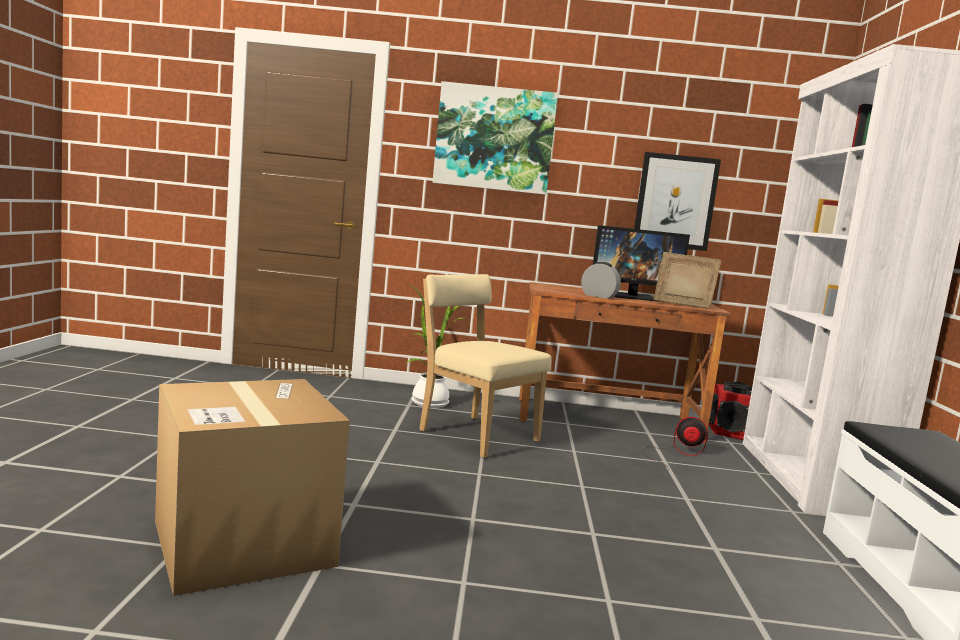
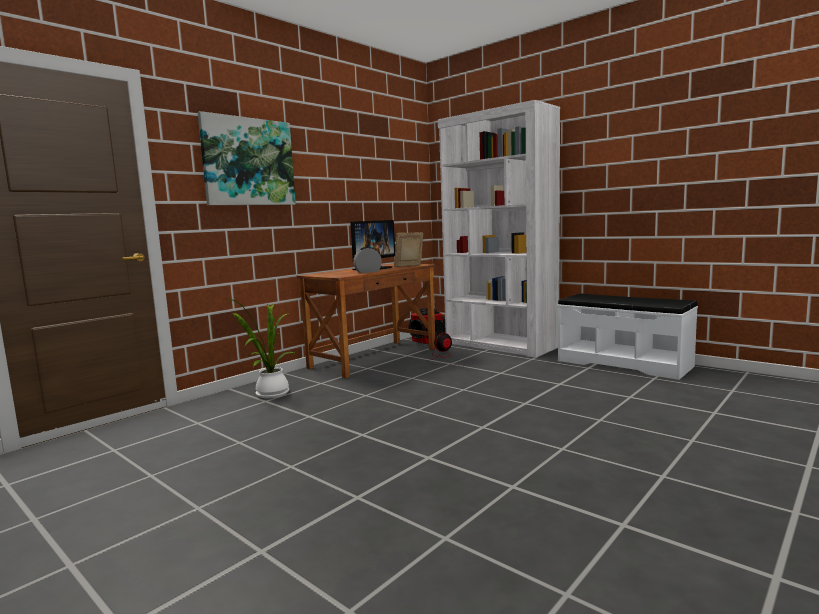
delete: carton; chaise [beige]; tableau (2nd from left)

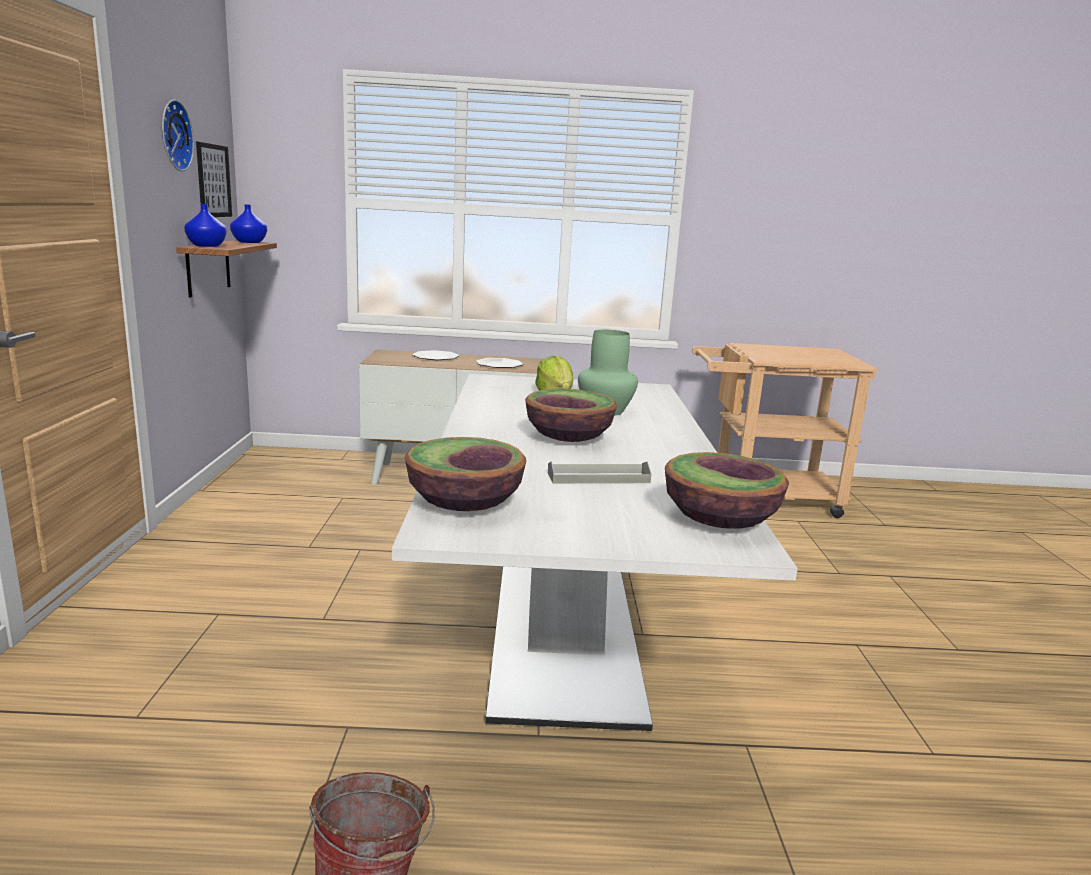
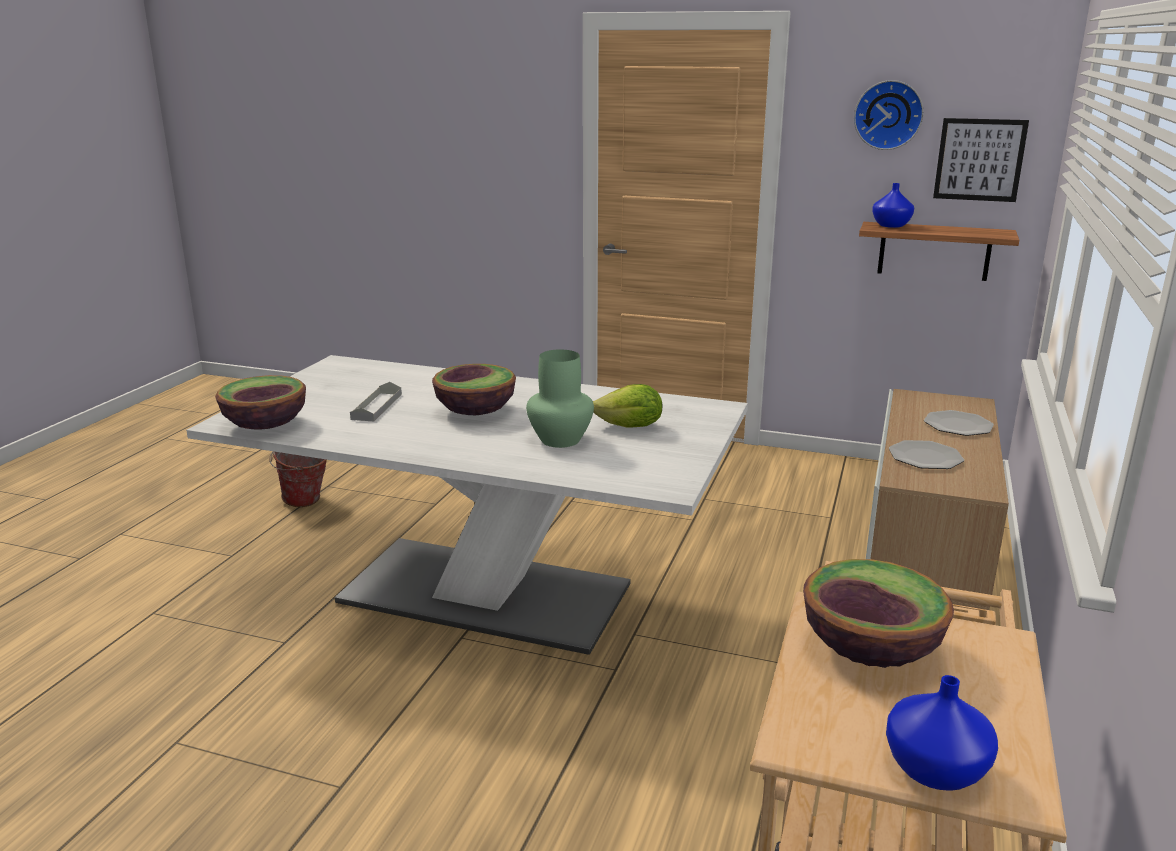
move: vase [bleu] (2nd from left); bol (1st from left in the first image) to bol (3rd from left)

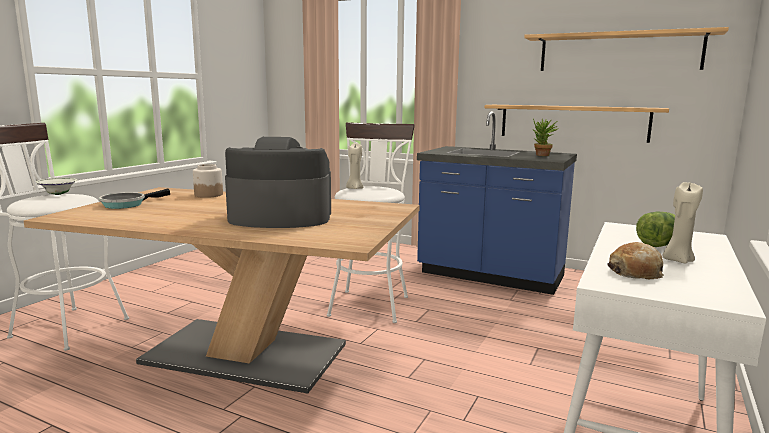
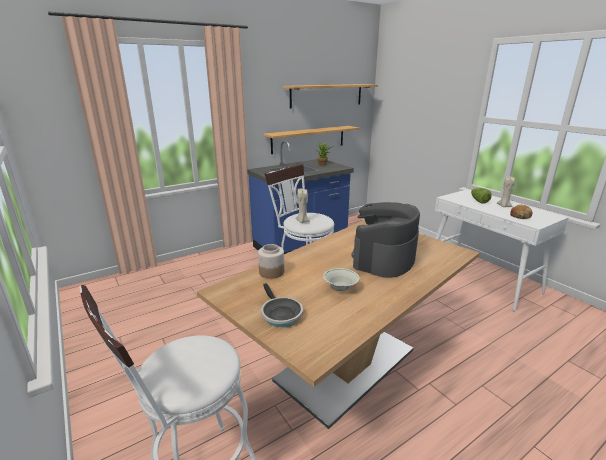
move: bol [blanc]

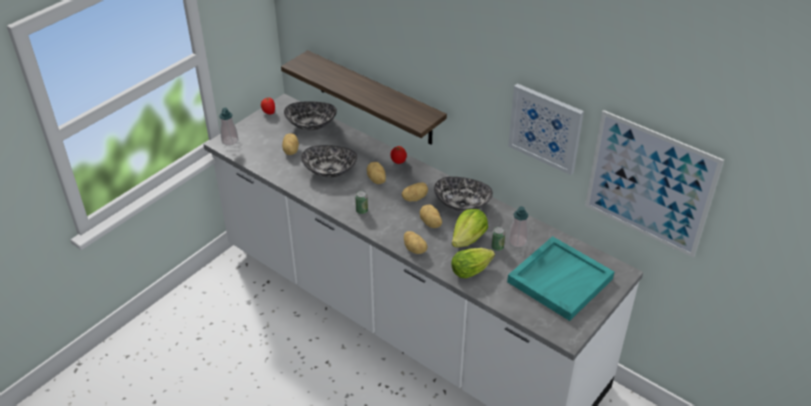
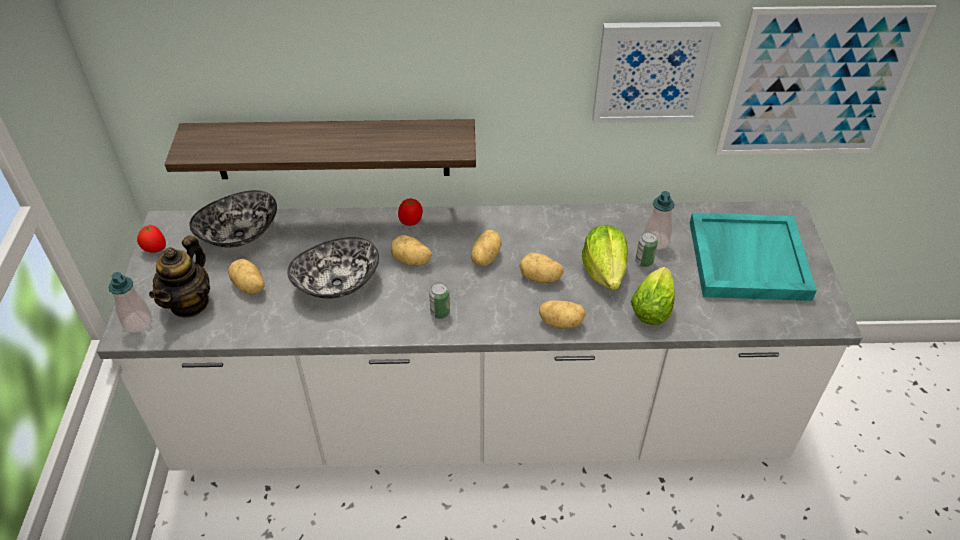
delete: bol (3rd from left)
insert: théière

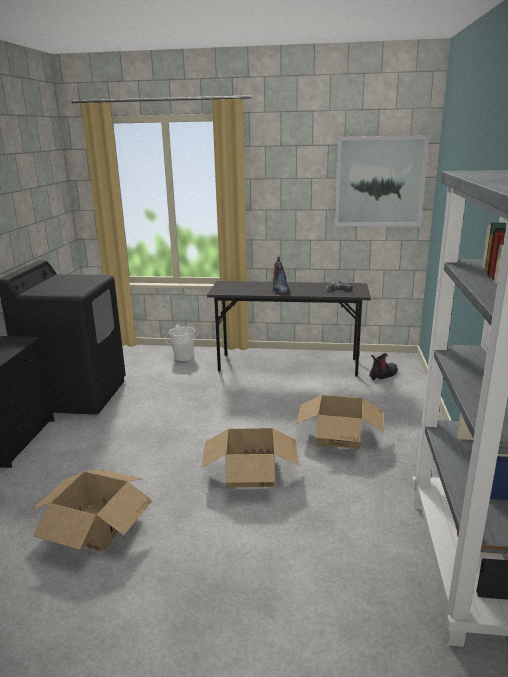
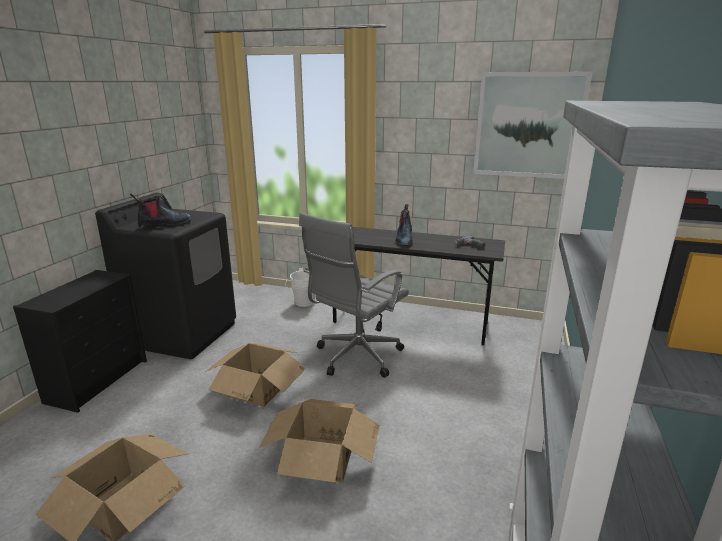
insert: chaise de bureau [gris]
move: carton (3rd from left in the first image) to carton (2nd from left); botte (2nd from left in the first image) to botte (1st from left)

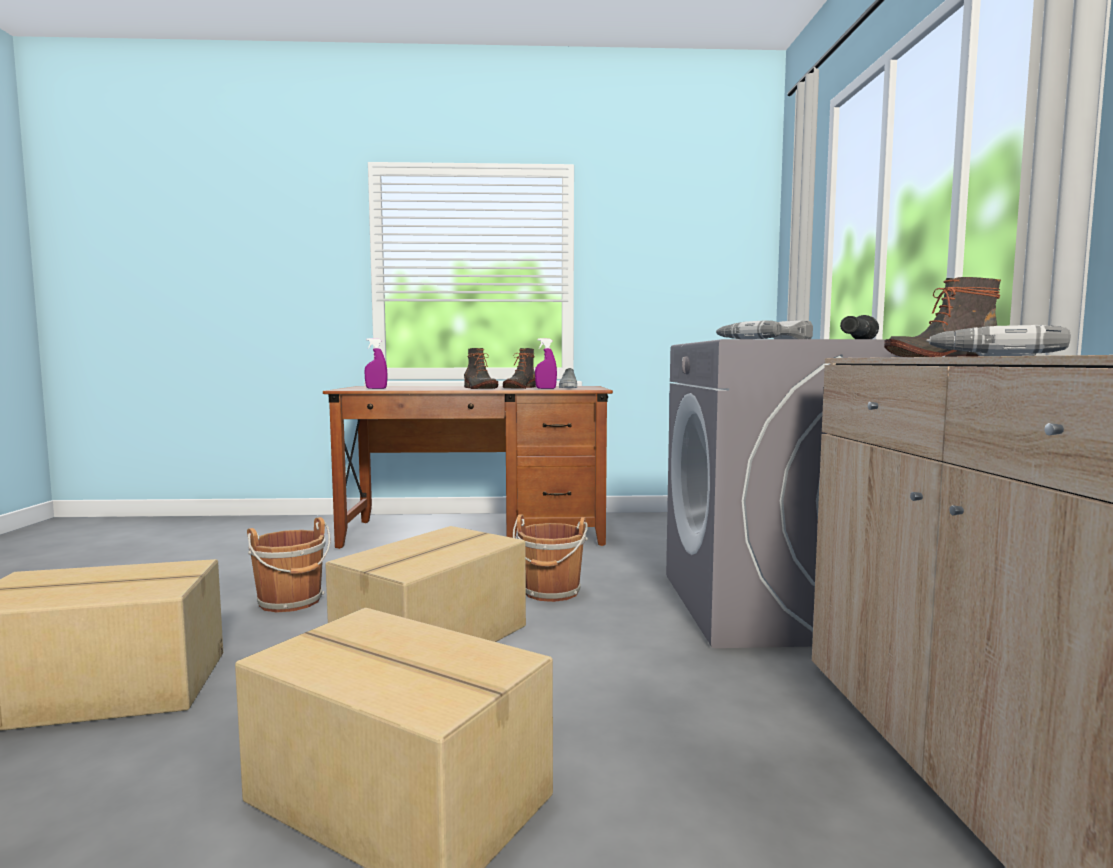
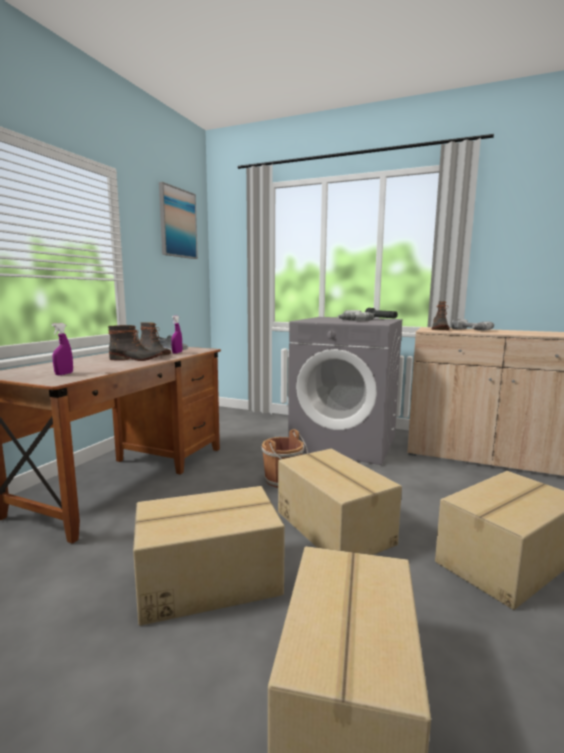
insert: tableau
replace: seau [marron] (1st from left) to carton (1st from left)

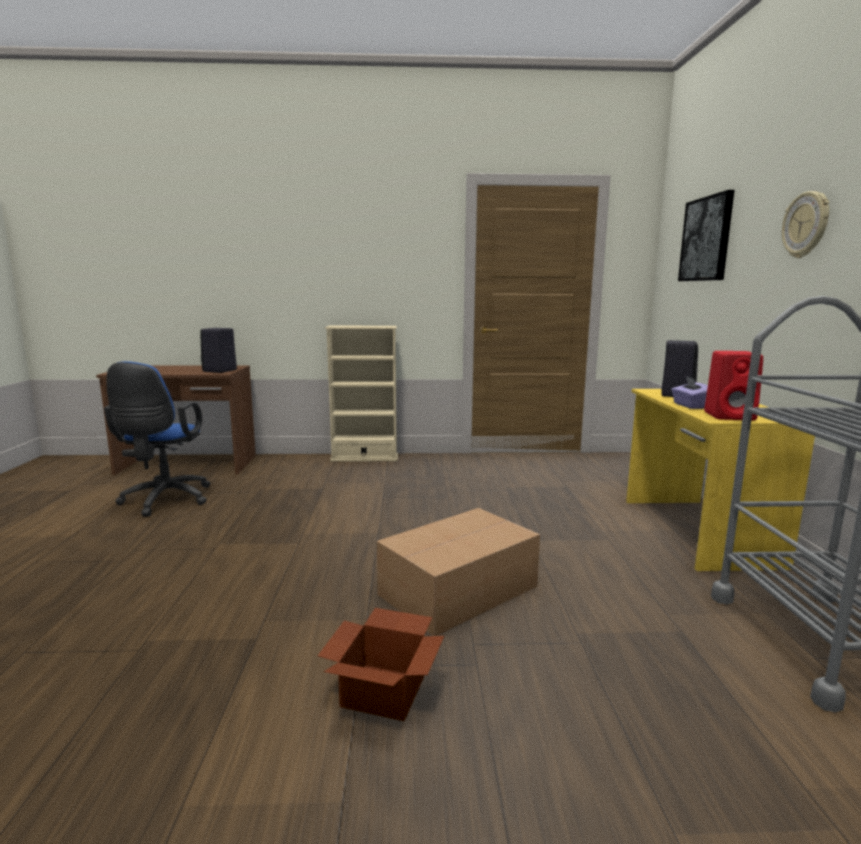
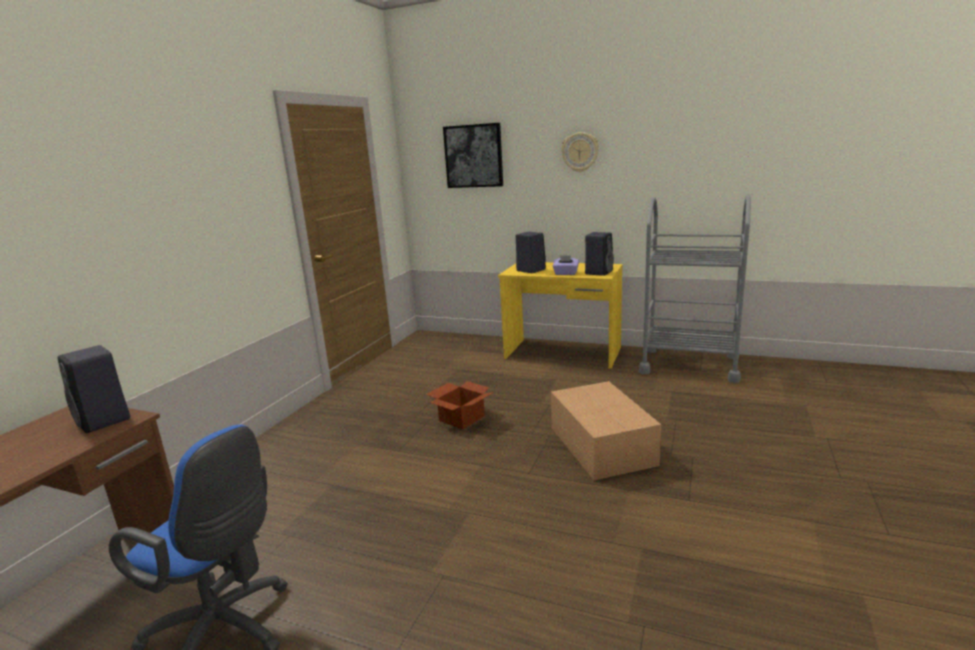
delete: bibliothèque [beige]
move: carton (1st from left)
recolor: enceinte [rouge] to enceinte [noir] (3rd from left)

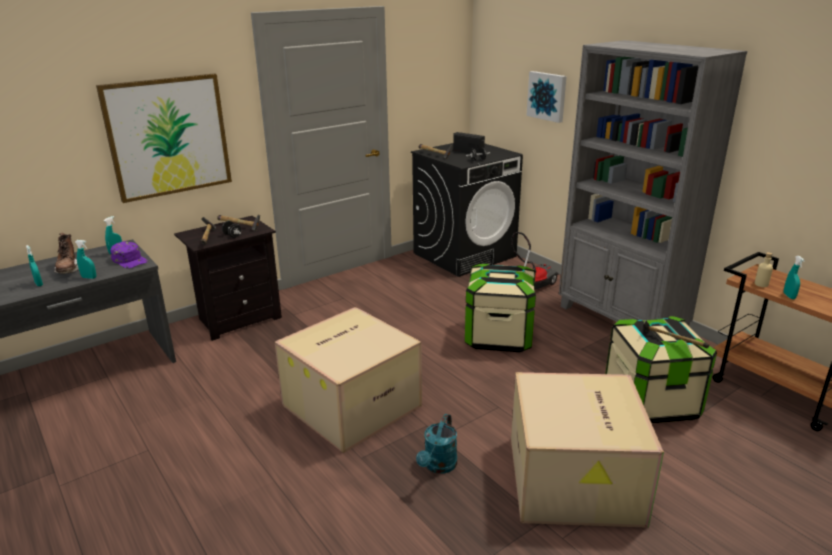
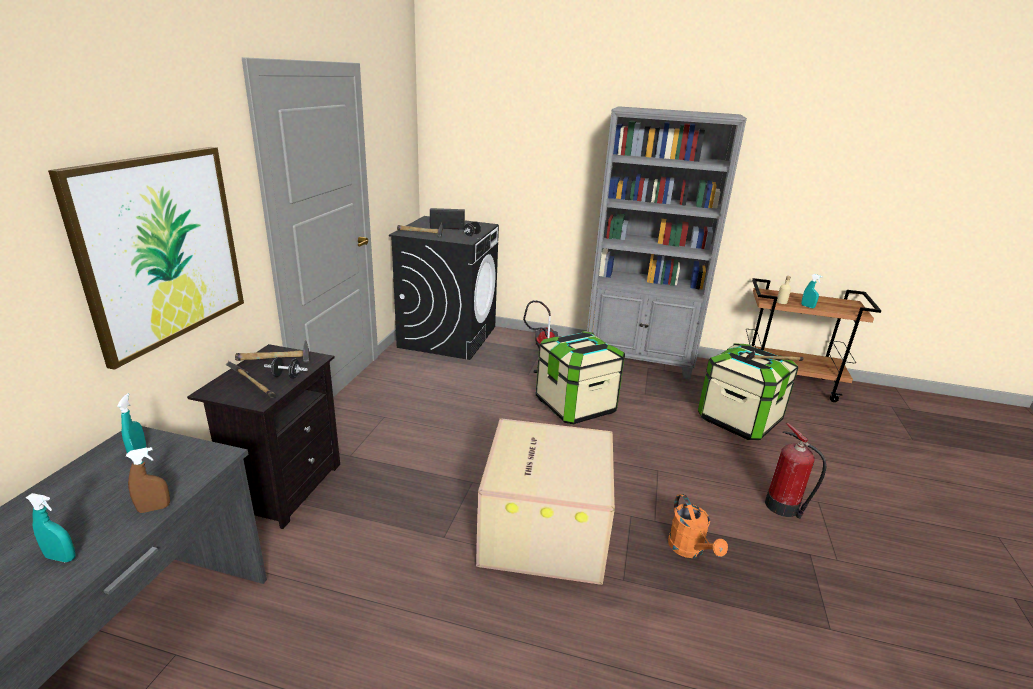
delete: botte [marron]; casquette [violet]; tableau (2nd from left)
replace: carton (2nd from left) to extincteur
recolor: vaporisateur [turquoise] (2nd from left) to vaporisateur [marron]; arrosoir [turquoise] to arrosoir [orange]

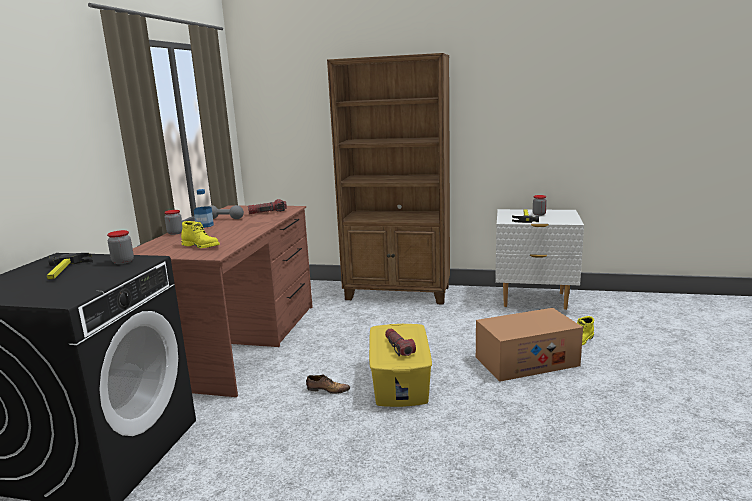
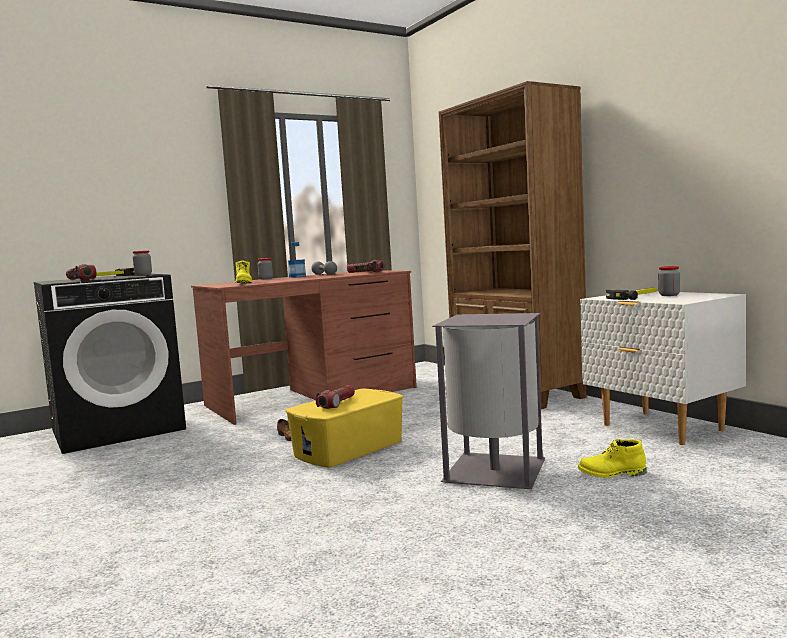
insert: lampe de poche (1st from left)
replace: carton to poubelle [gris]

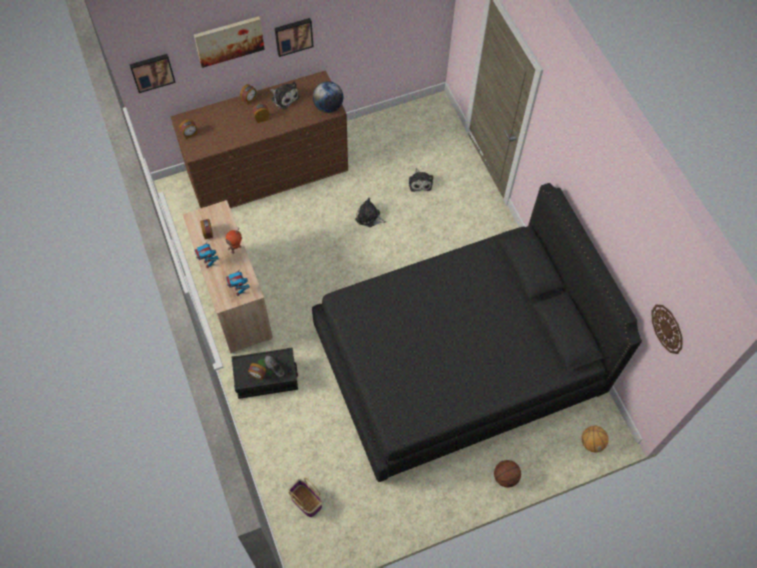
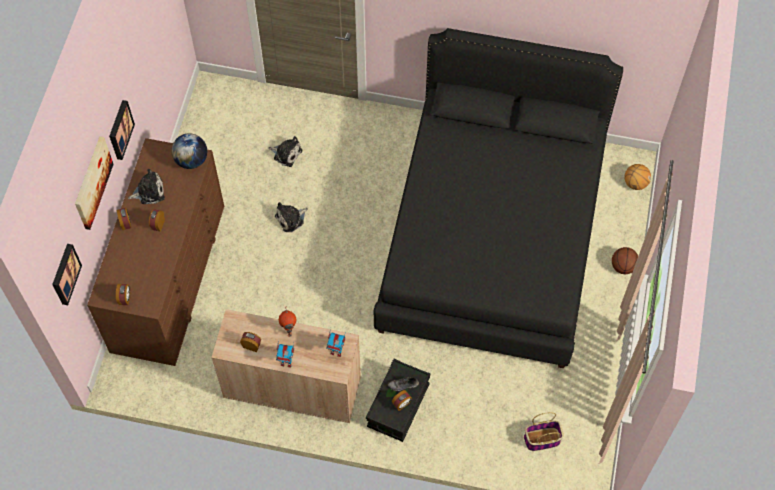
delete: horloge murale

